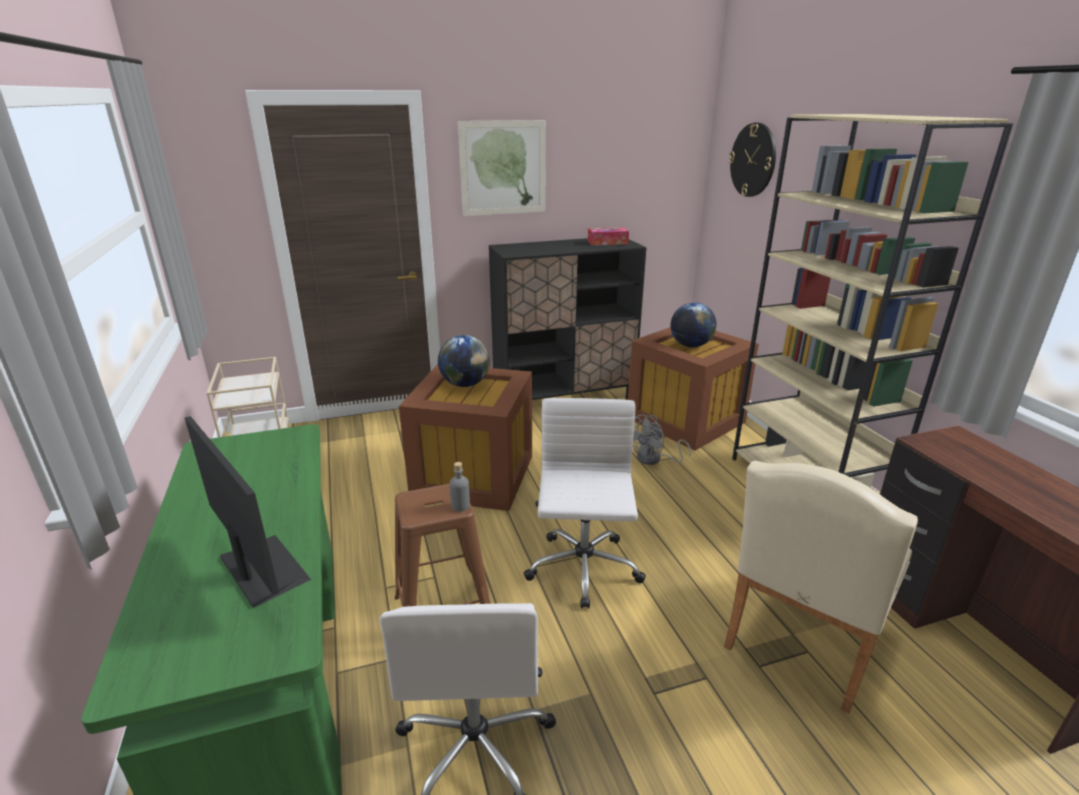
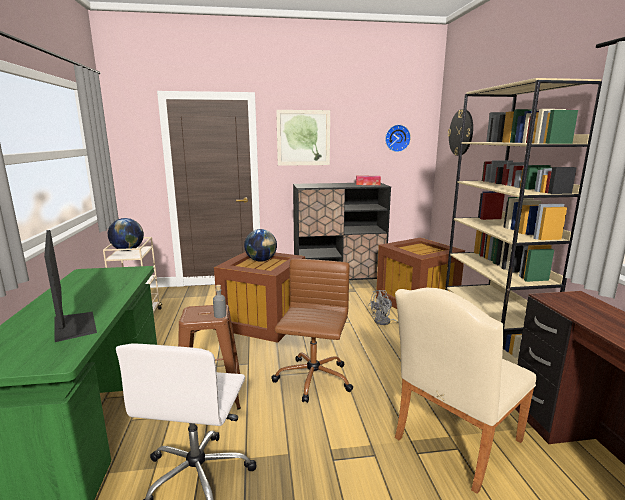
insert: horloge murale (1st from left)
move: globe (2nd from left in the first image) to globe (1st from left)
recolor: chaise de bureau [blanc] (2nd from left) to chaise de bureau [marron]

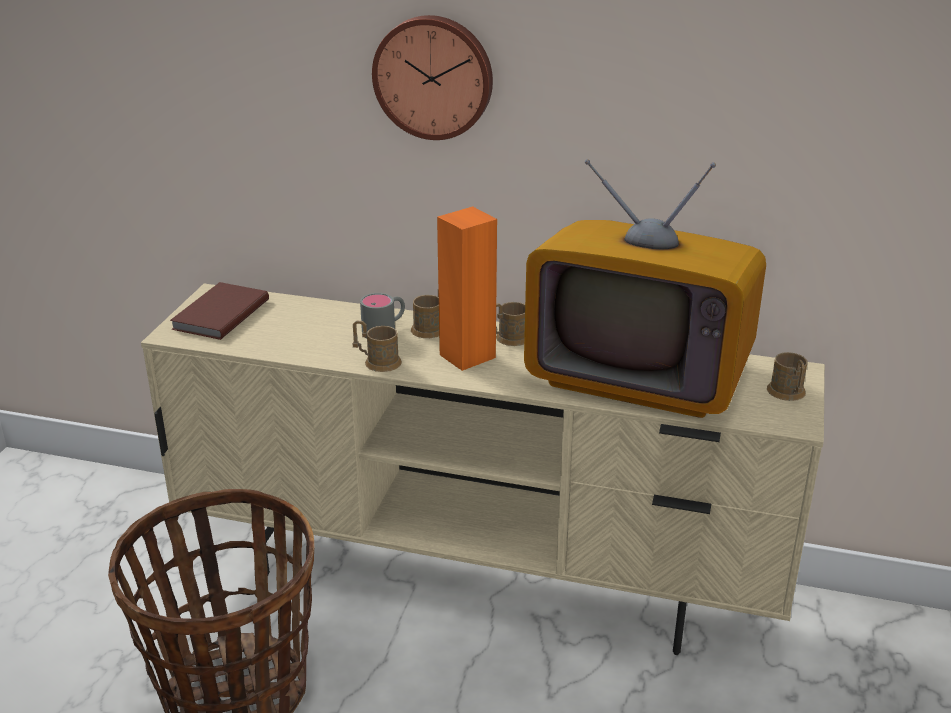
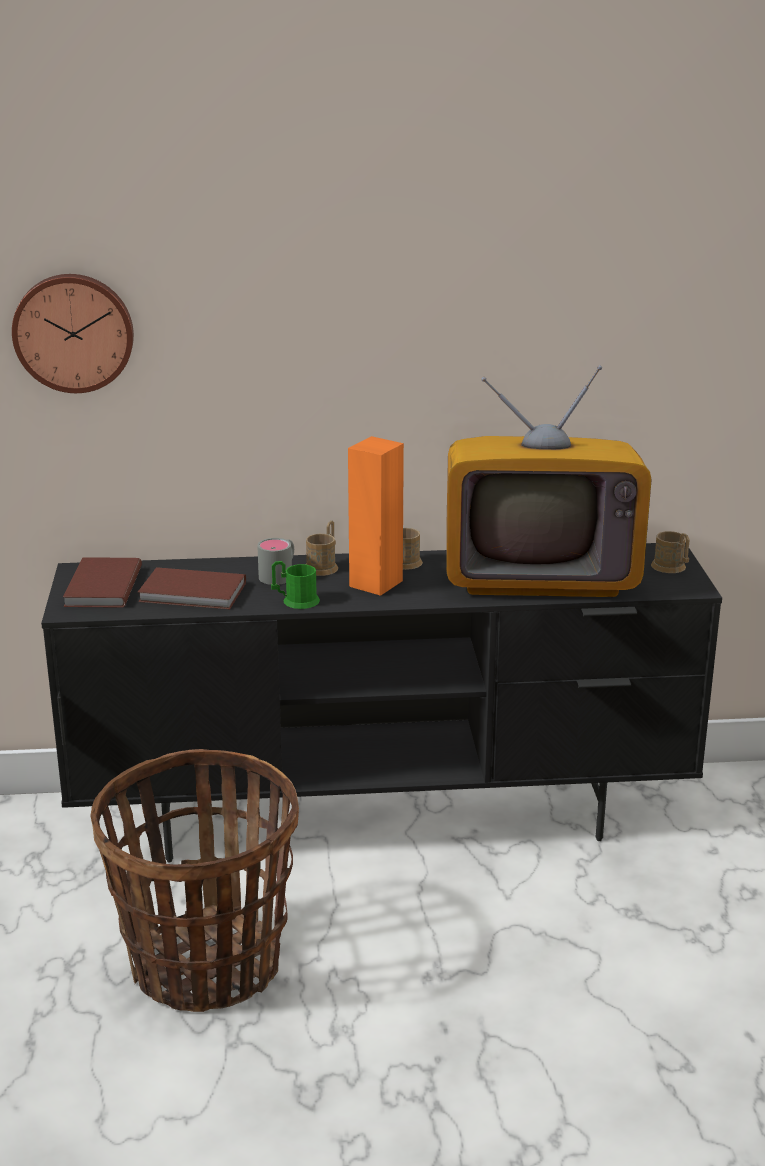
insert: livre [marron] (2nd from left)
move: horloge murale
recolor: meuble télé [beige] to meuble télé [noir]; mug [marron] (1st from left) to mug [vert]

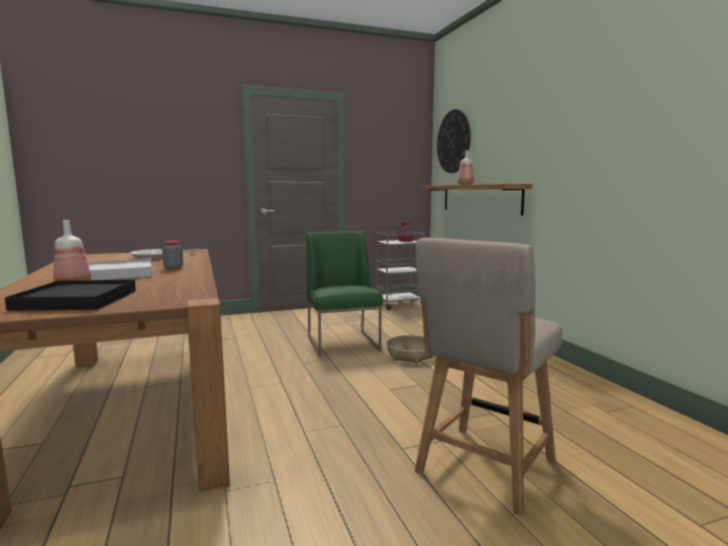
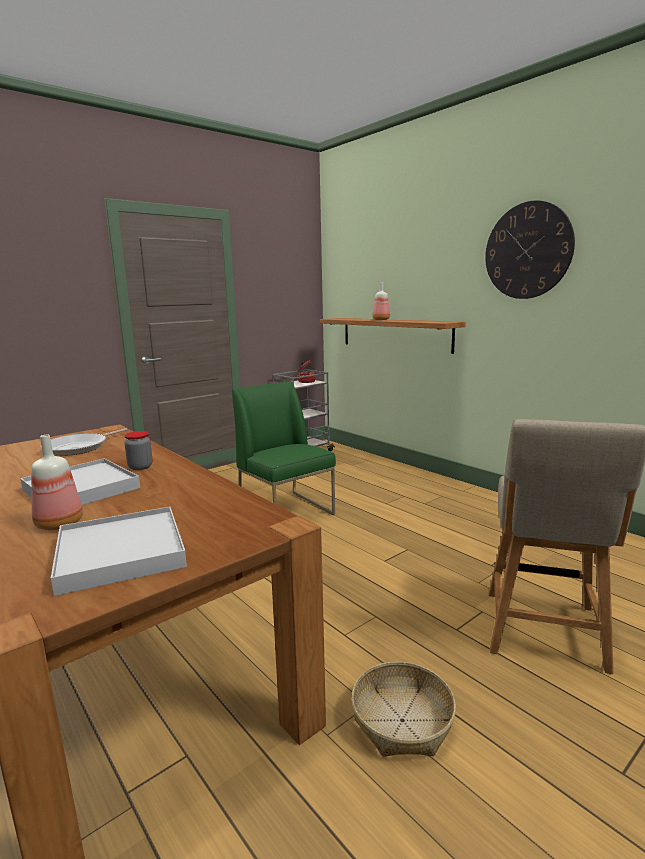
move: panier; horloge murale
recolor: plateau [noir] to plateau [blanc] (2nd from left)

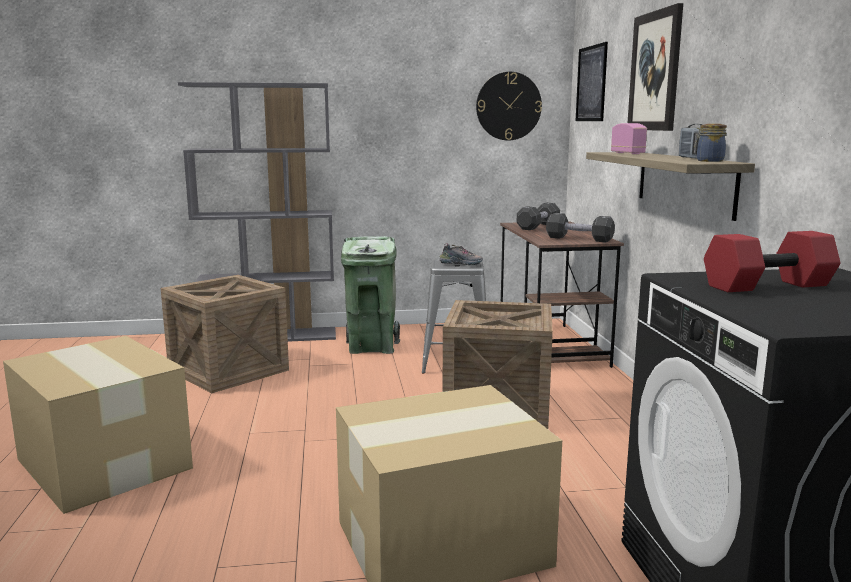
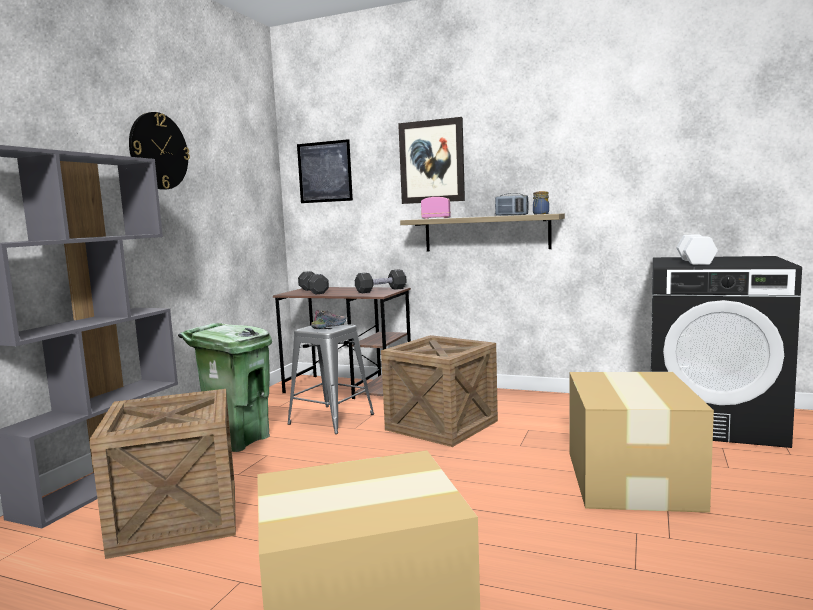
move: horloge murale
recolor: haltère [rouge] to haltère [blanc]

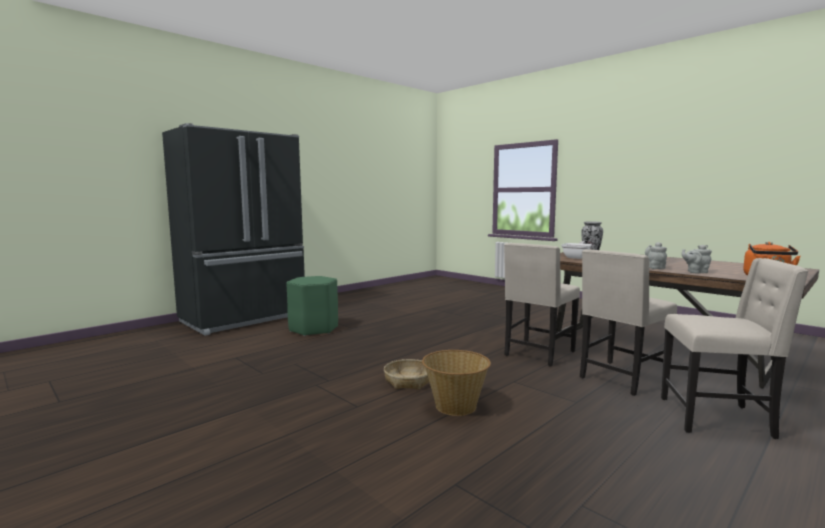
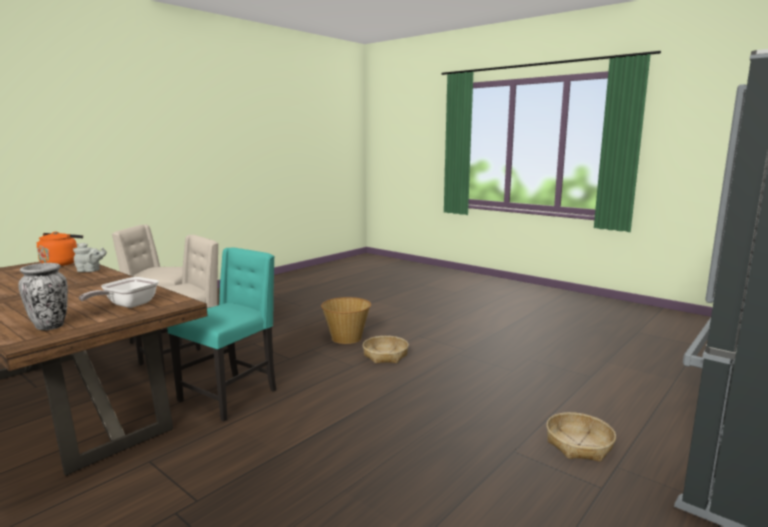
delete: théière [gris] (1st from left)
replace: tabouret [vert] to panier (3rd from left)
recolor: chaise [beige] (1st from left) to chaise [turquoise]

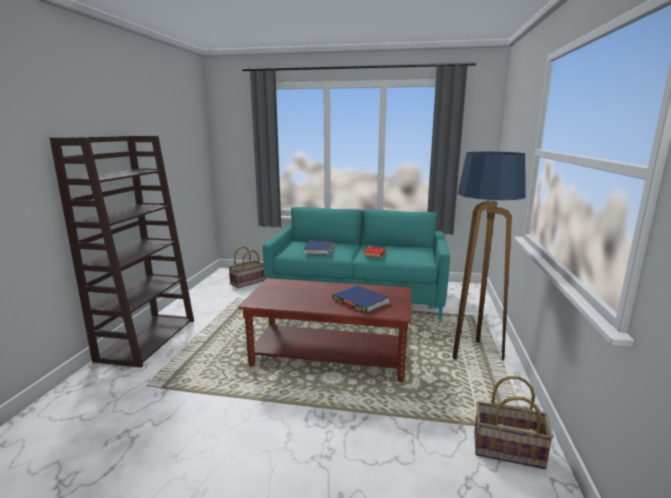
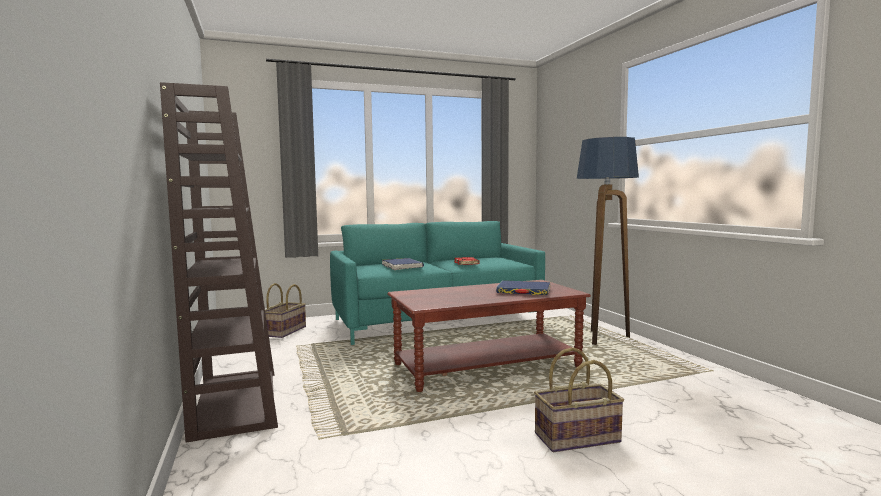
move: panier (2nd from left)

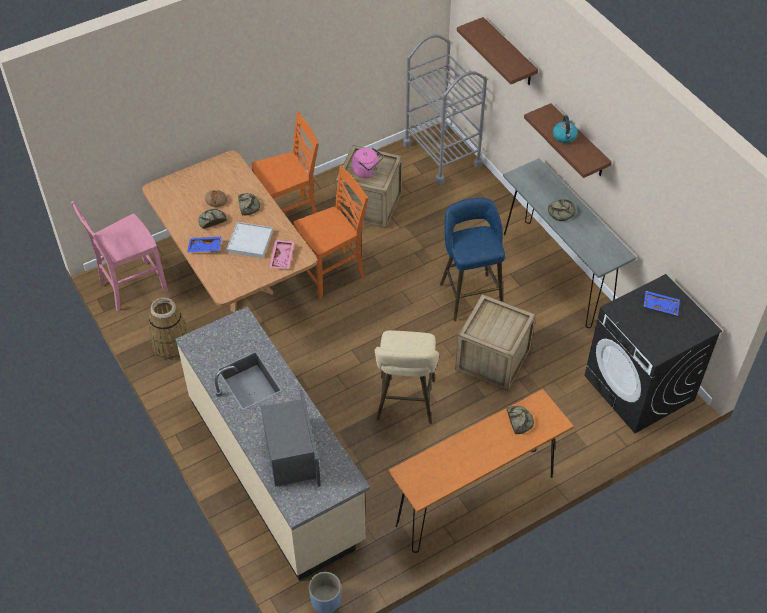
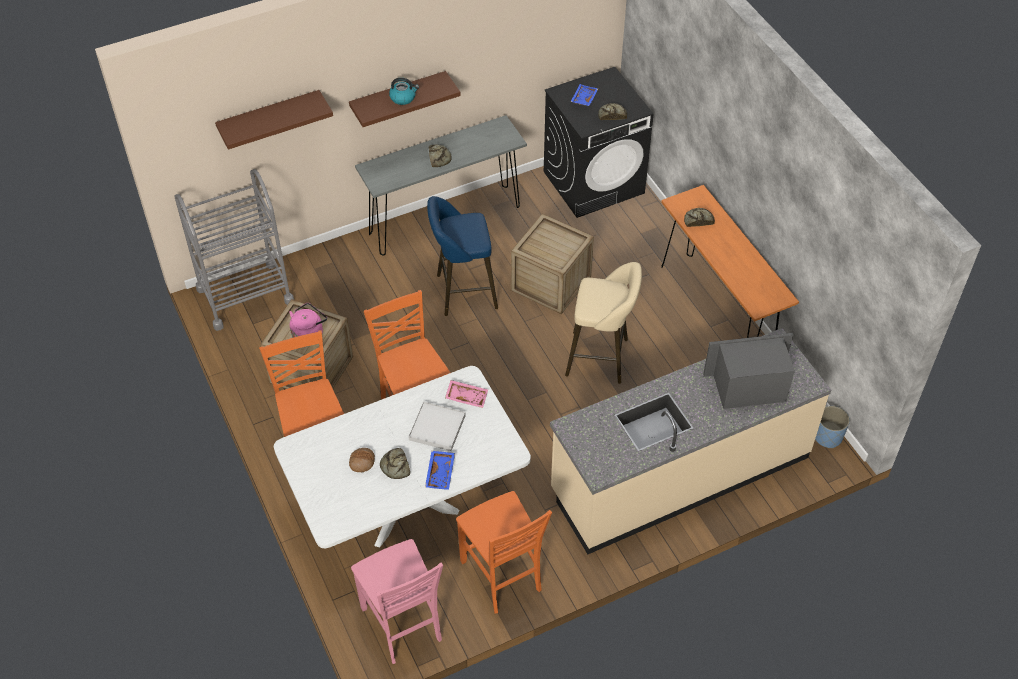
move: pain (3rd from left in the first image) to pain (4th from left)
replace: panier to chaise [orange] (3rd from left)
recolor: table à manger [marron] to table à manger [blanc]

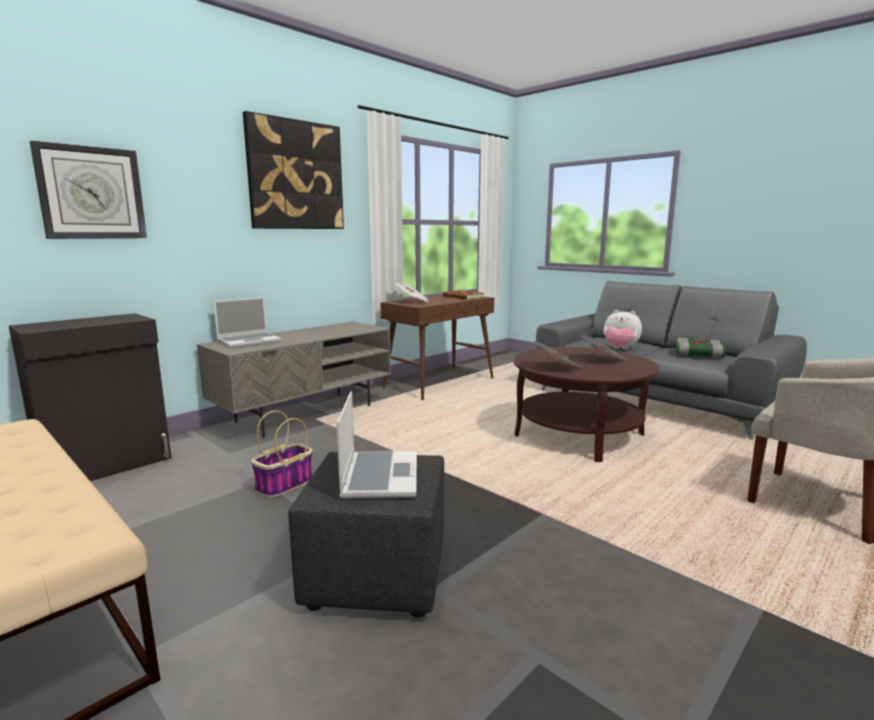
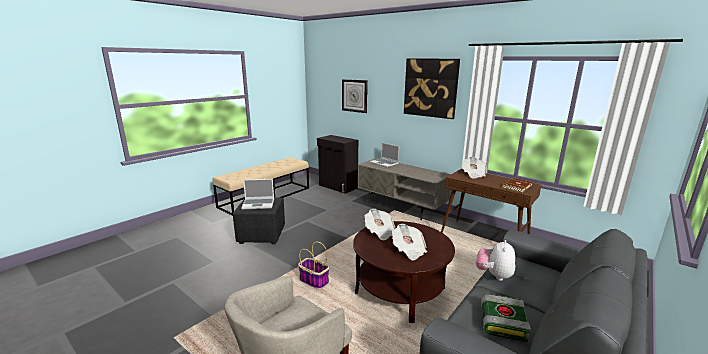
move: panier

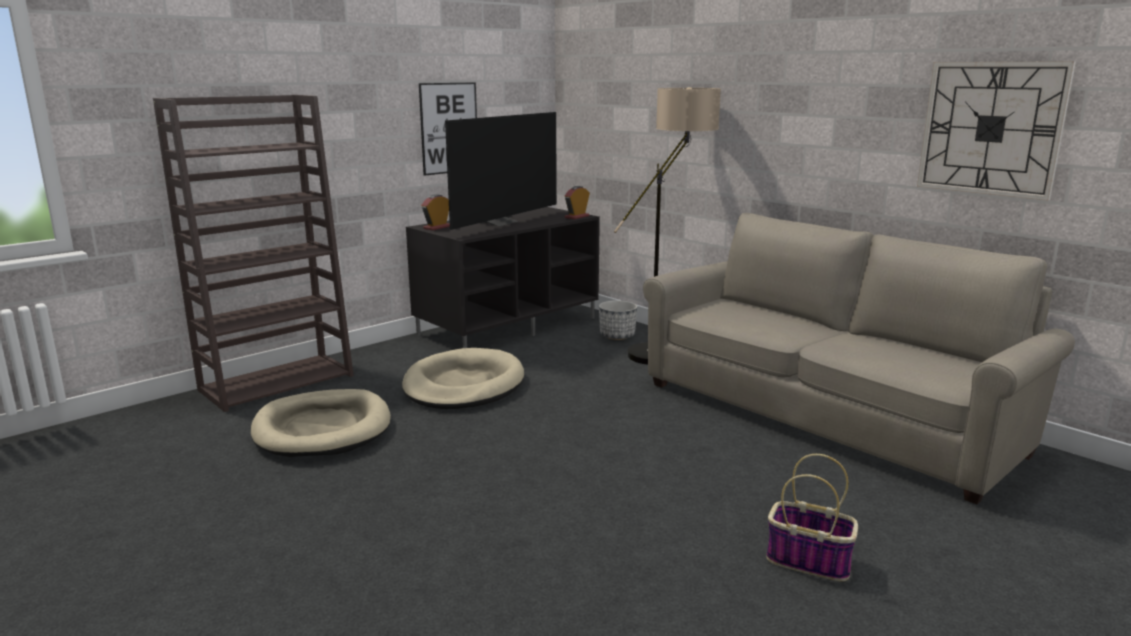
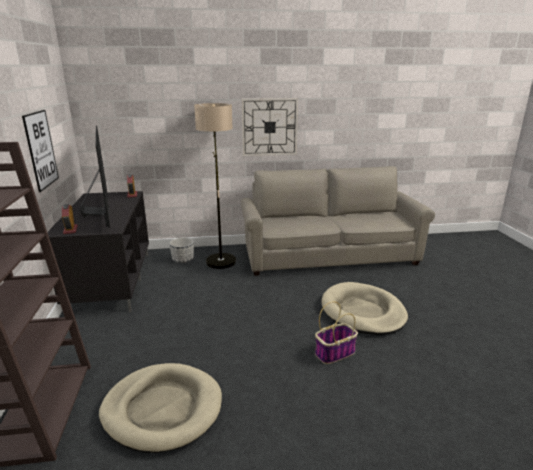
move: panier pour chien [beige] (2nd from left); panier; horloge murale

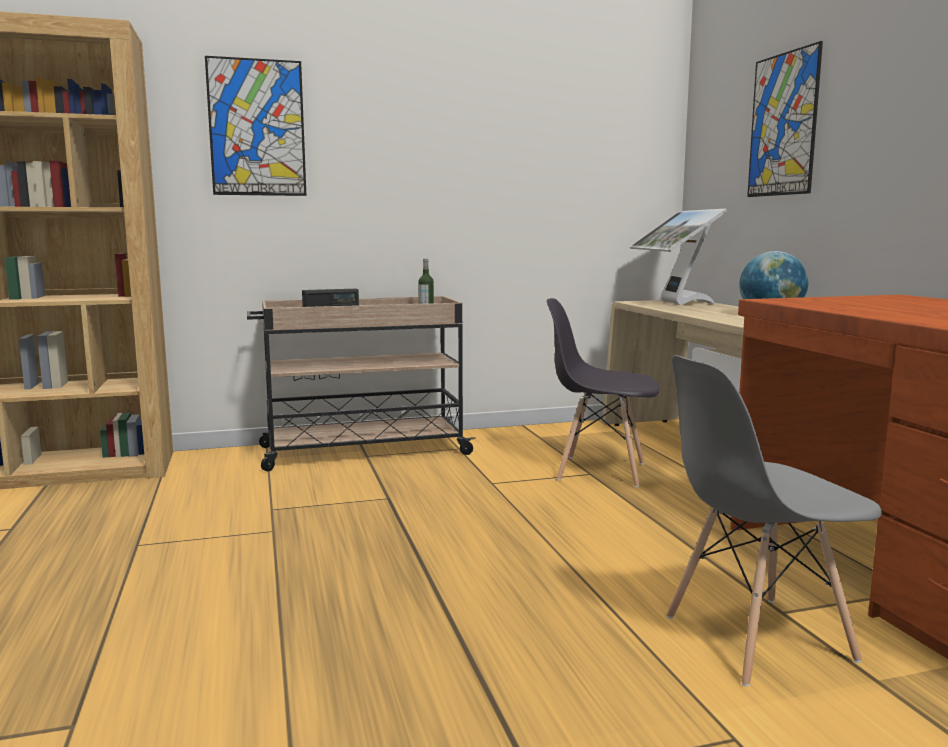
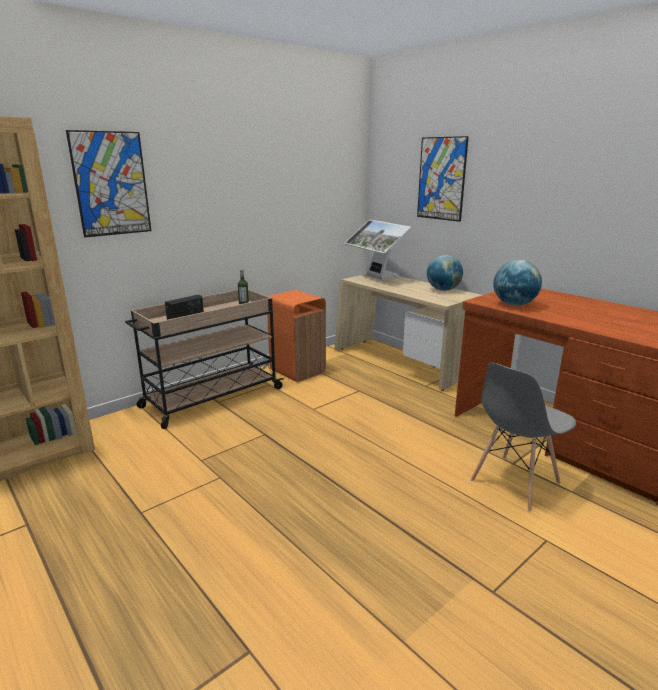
delete: chaise [gris] (1st from left)
insert: poubelle [orange]; globe (2nd from left)

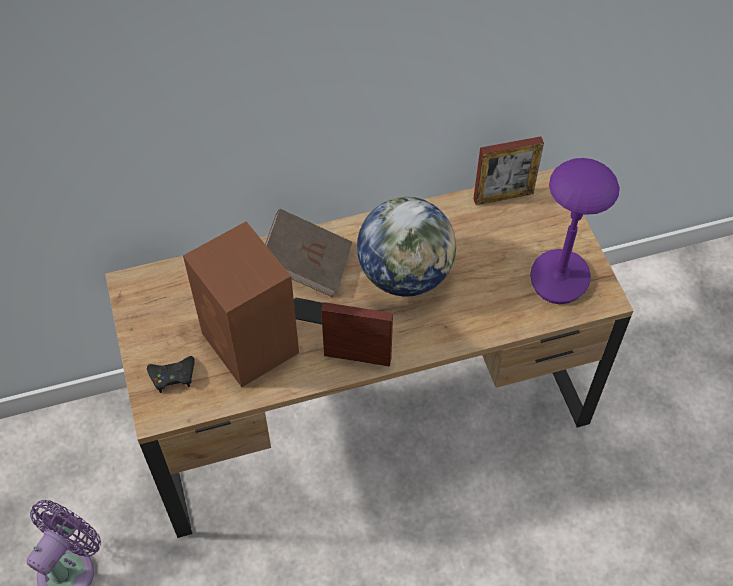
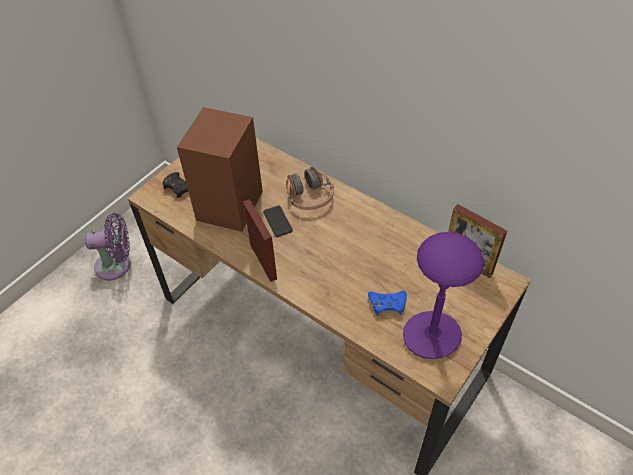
delete: globe
insert: manette [bleu]
replace: livre [marron] to casque audio

